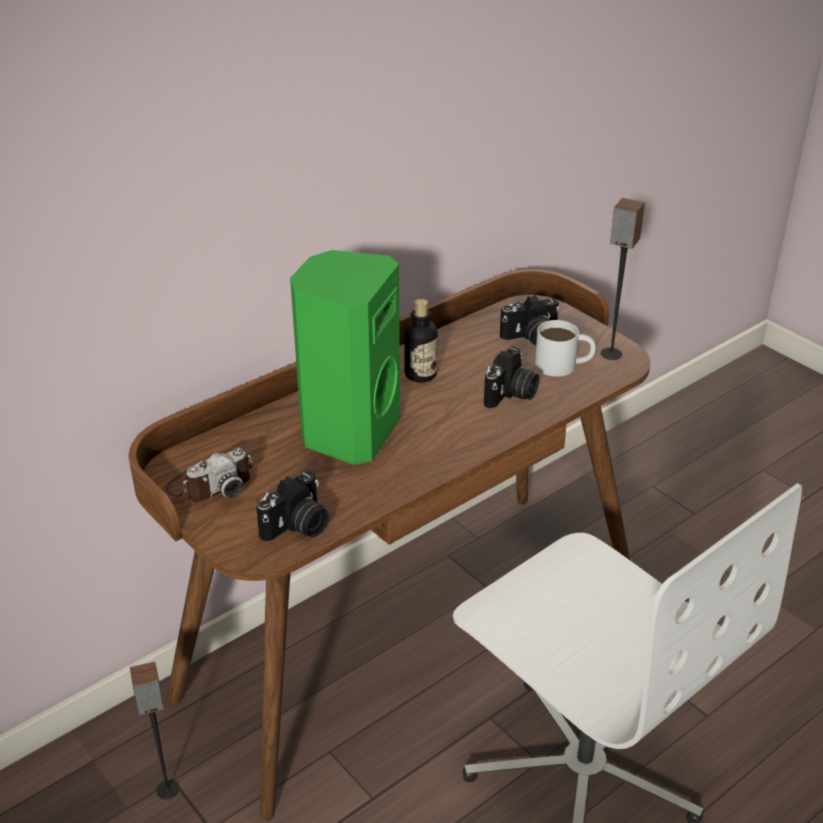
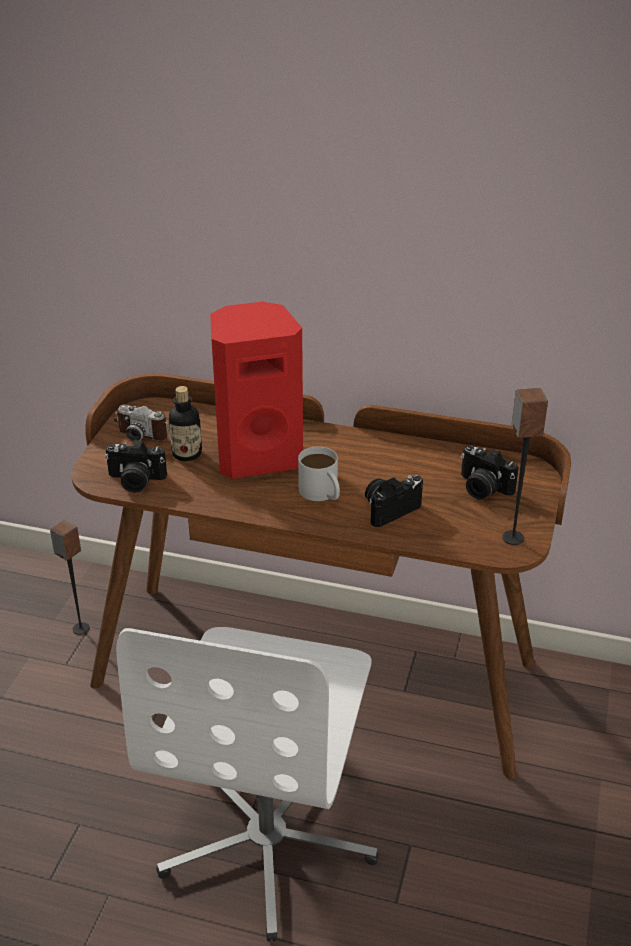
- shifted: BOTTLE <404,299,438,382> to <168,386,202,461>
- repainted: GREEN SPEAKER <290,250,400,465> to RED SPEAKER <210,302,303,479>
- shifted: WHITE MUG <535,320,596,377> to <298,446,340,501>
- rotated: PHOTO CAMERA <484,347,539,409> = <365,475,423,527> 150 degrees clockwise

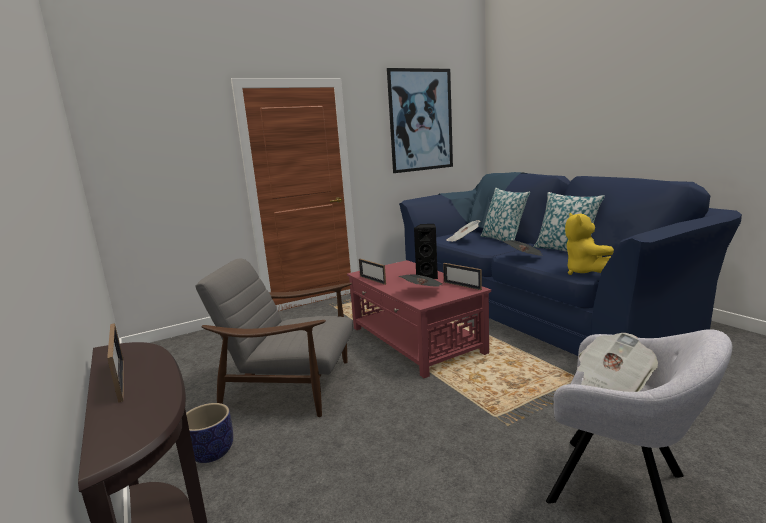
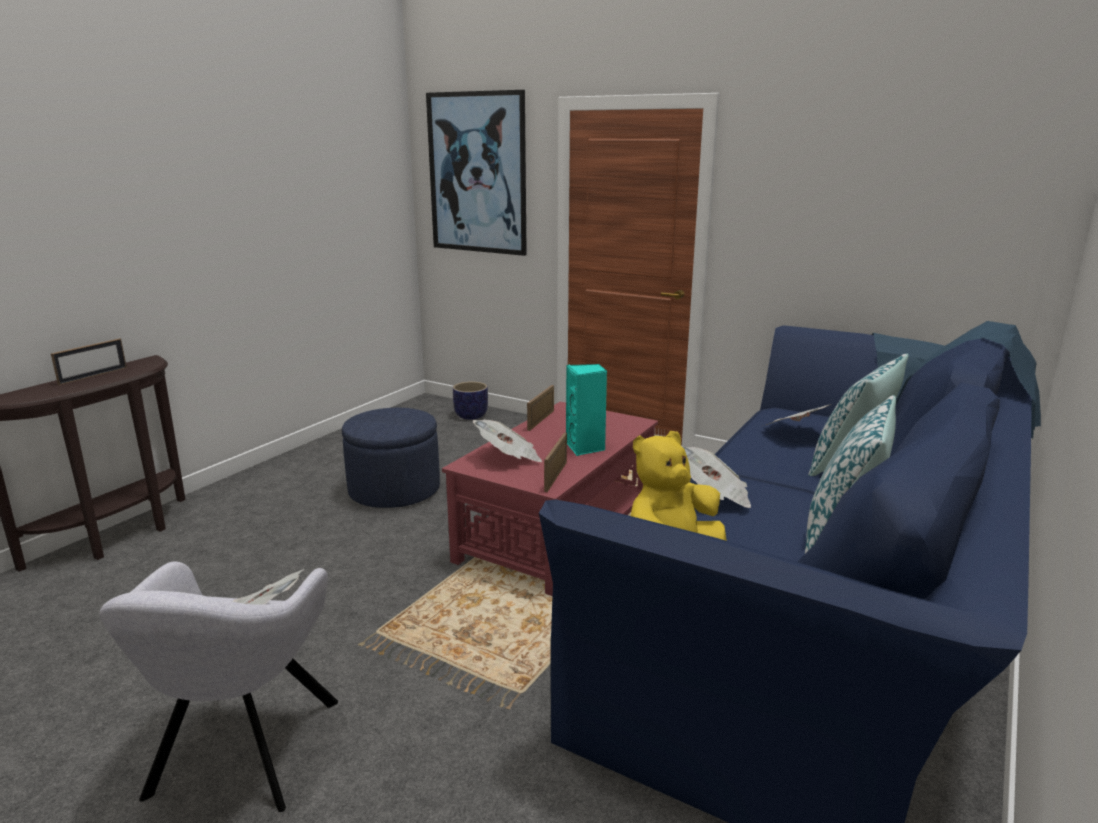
- swapped: GREY ARMCHAIR <195,259,353,417> to BLUE OTTOMAN <342,408,440,508>
- shifted: PICTURE <387,68,453,173> to <426,90,527,256>
- shifted: PLANTER <186,403,233,463> to <453,381,488,420>
- repainted: BLACK SPEAKER <414,224,438,279> to TURQUOISE SPEAKER <566,364,608,456>

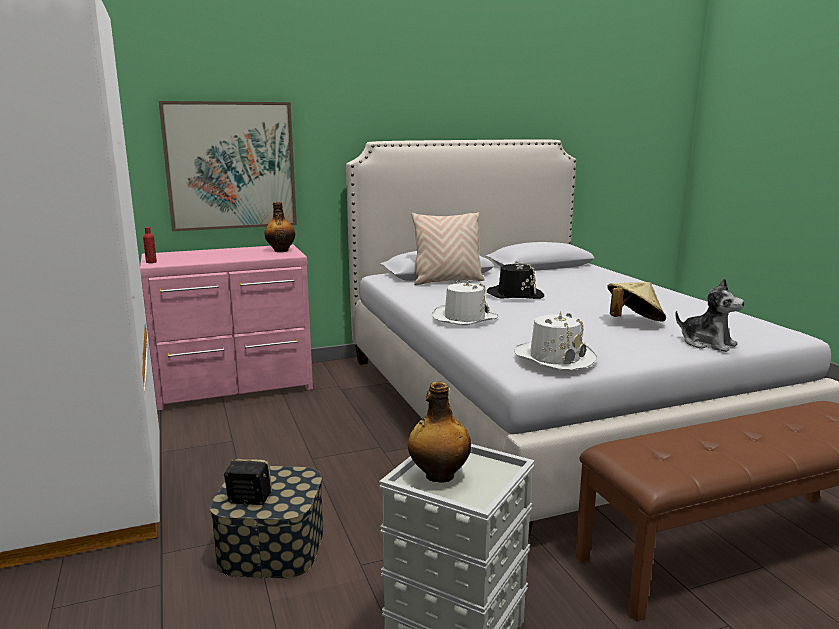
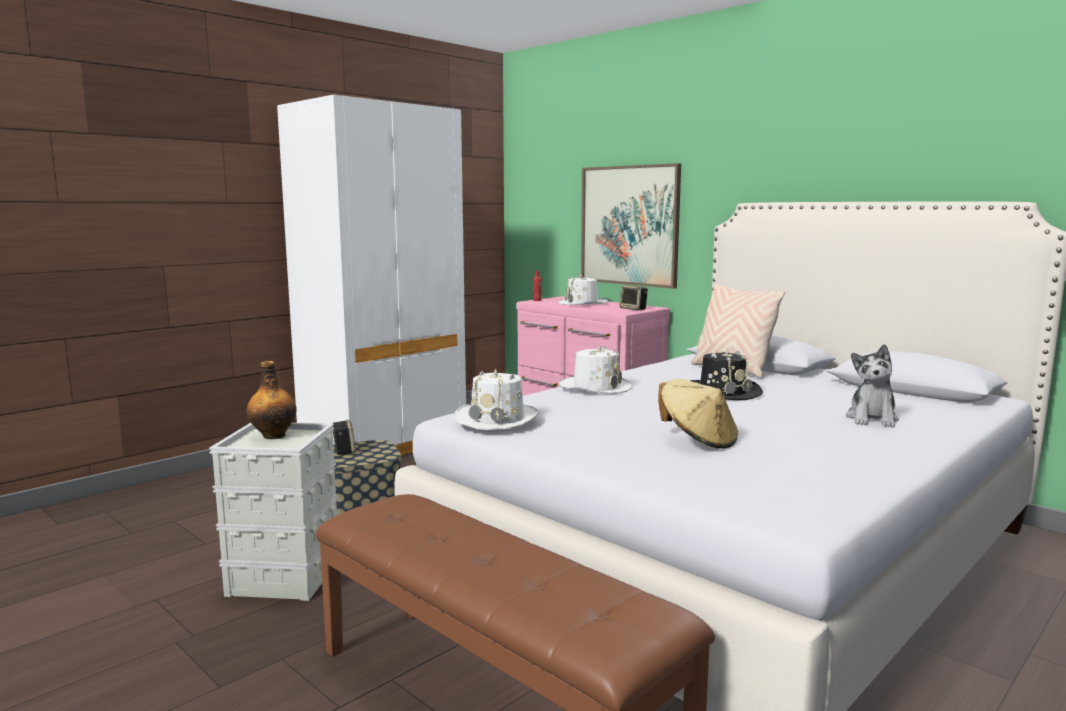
- new: WHITE HAT <558,274,608,305>
- swapped: BOTTLE <264,202,295,252> to SPEAKER <620,285,648,310>
- shifted: PLUSH TOY <675,278,745,352> to <846,344,899,427>

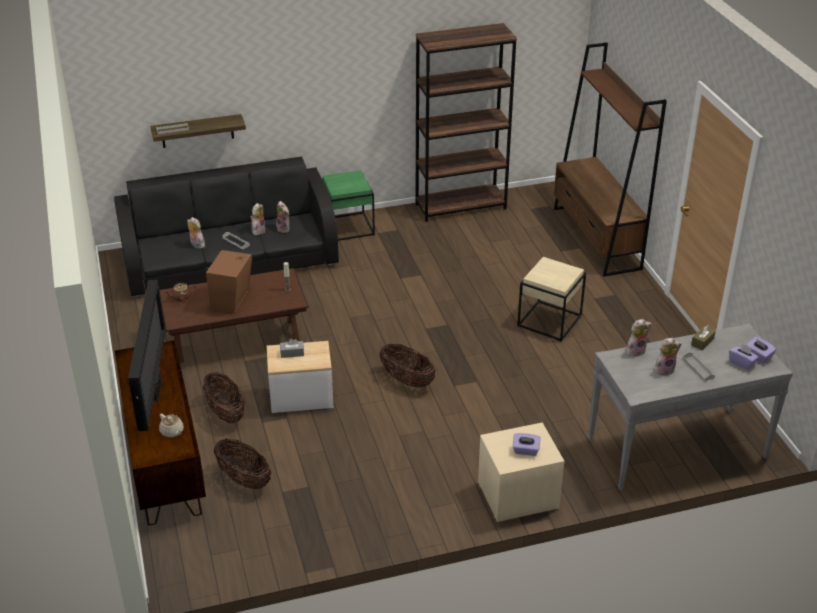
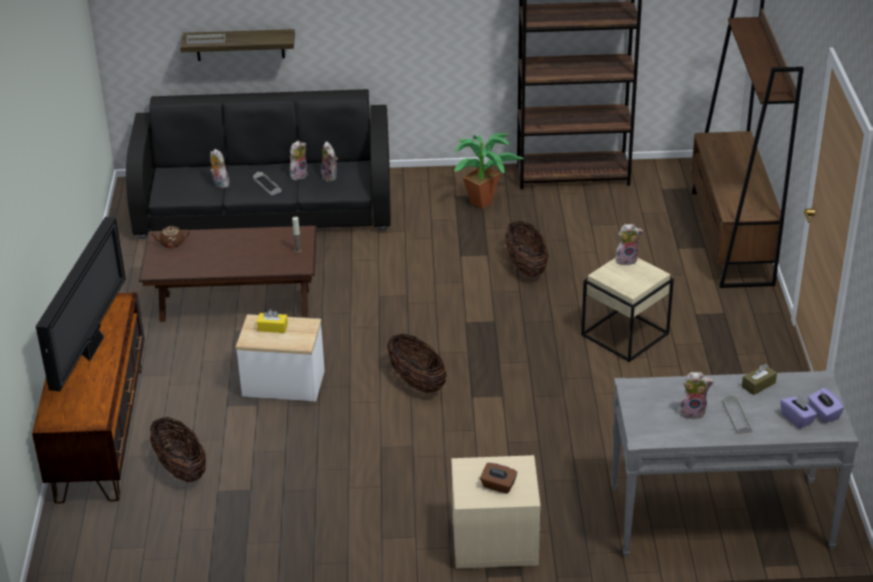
- repainted: GREY TISSUE BOX <280,338,304,358> to YELLOW TISSUE BOX <257,309,288,333>
- new: POTTED PLANT <454,133,524,209>
- repainted: PURPLE TISSUE BOX <513,433,541,456> to BROWN TISSUE BOX <480,463,517,494>
- shifted: BASKET <203,372,245,423> to <505,221,549,277>
- shifted: PLUSH TOY <627,319,651,356> to <615,224,643,265>
- gone: BEIGE TEAPOT <159,414,184,437>
- gone: BROWN SPEAKER <206,250,252,314>
- gone: GREEN SIDE TABLE <322,170,375,241>

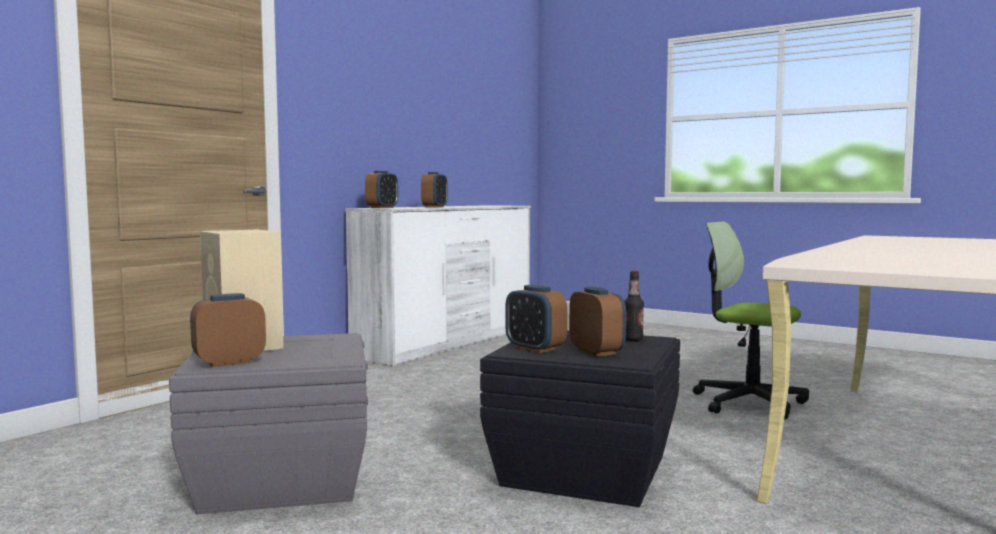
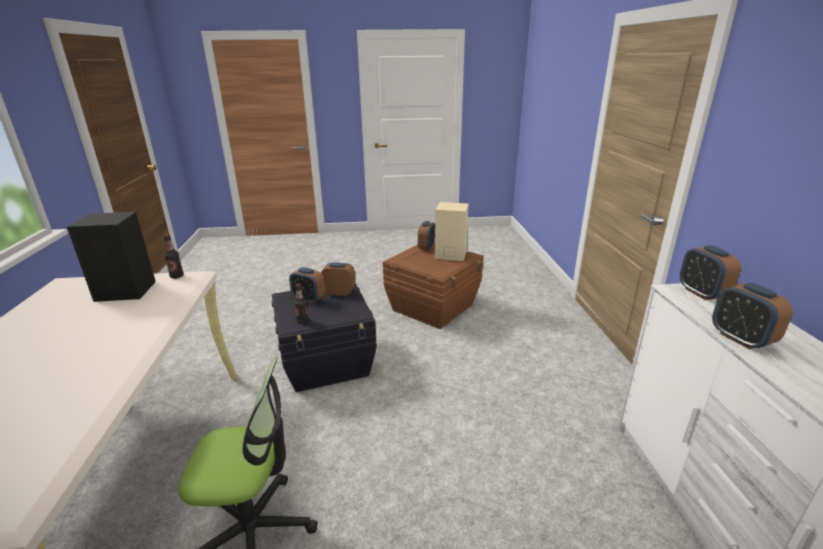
- new: BLACK SPEAKER <67,212,156,302>
- new: BOTTLE <163,234,184,279>
- repainted: GREY STORAGE BOX <169,333,368,514> to BROWN STORAGE BOX <383,243,483,329>

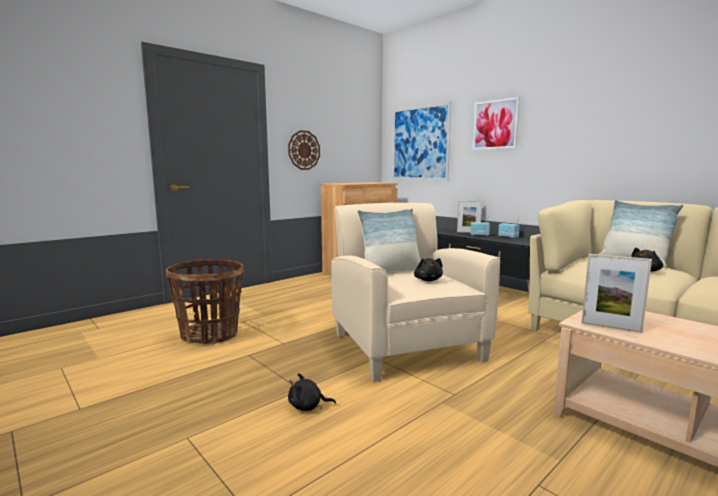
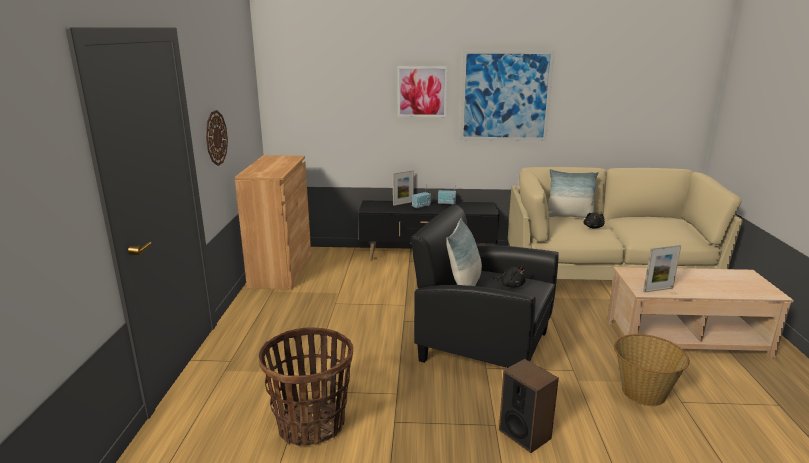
- repainted: BEIGE ARMCHAIR <331,203,500,382> to BLACK ARMCHAIR <410,205,559,368>
- shifted: PICTURE <392,101,451,181> to <460,50,555,141>
- swapped: BLACK PLUSH TOY <288,373,336,411> to SPEAKER <499,359,559,453>
- new: BASKET <614,334,690,406>

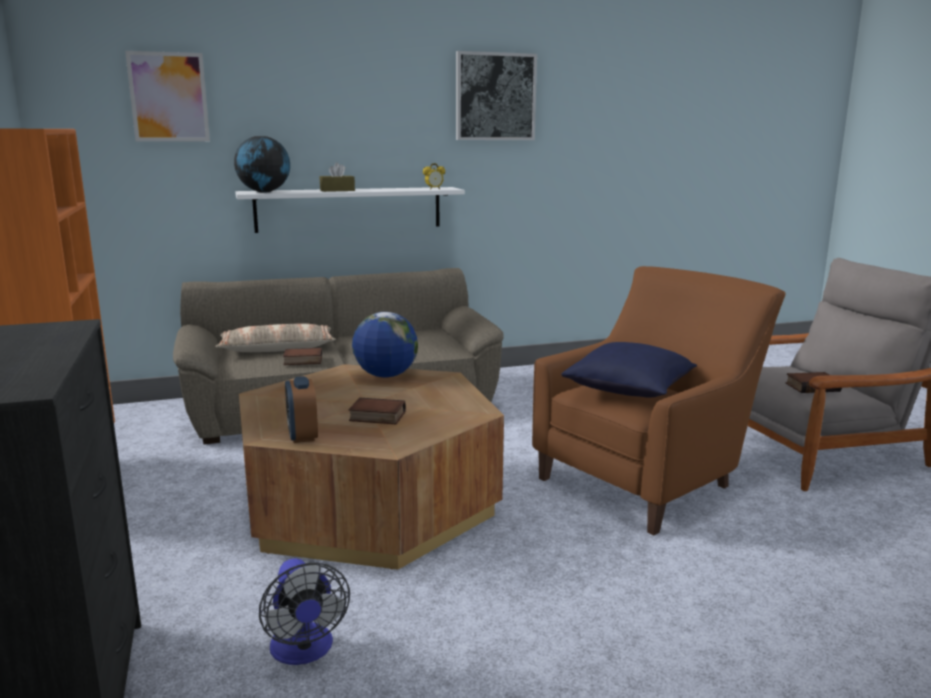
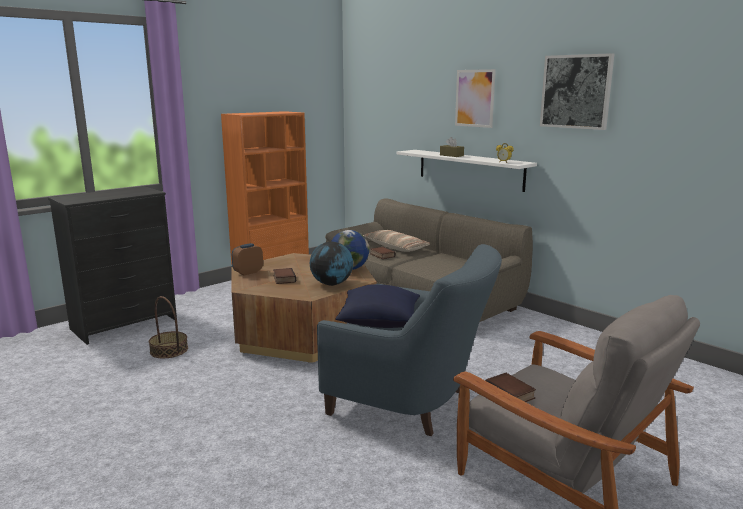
- swapped: FAN <259,558,350,665> to BASKET <149,296,188,358>
- shifted: GLOBE <234,136,290,192> to <310,242,353,286>
- repainted: BROWN ARMCHAIR <532,266,785,536> to BLUE ARMCHAIR <317,244,502,436>
- shifted: PICTURE <125,51,210,141> to <455,69,496,128>

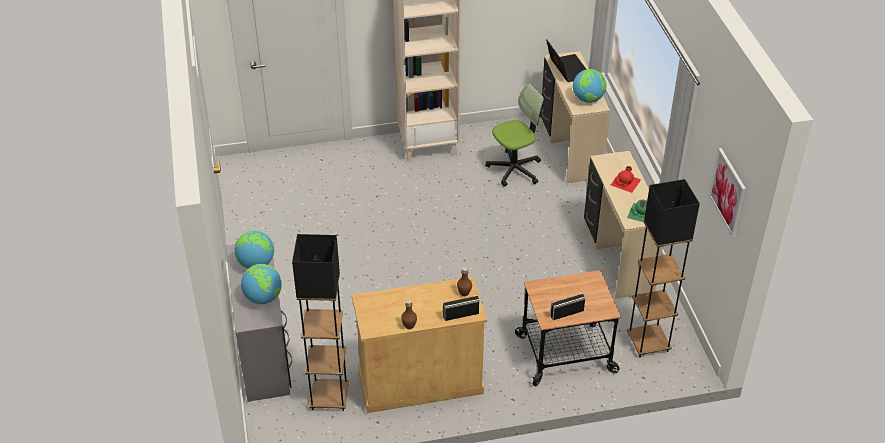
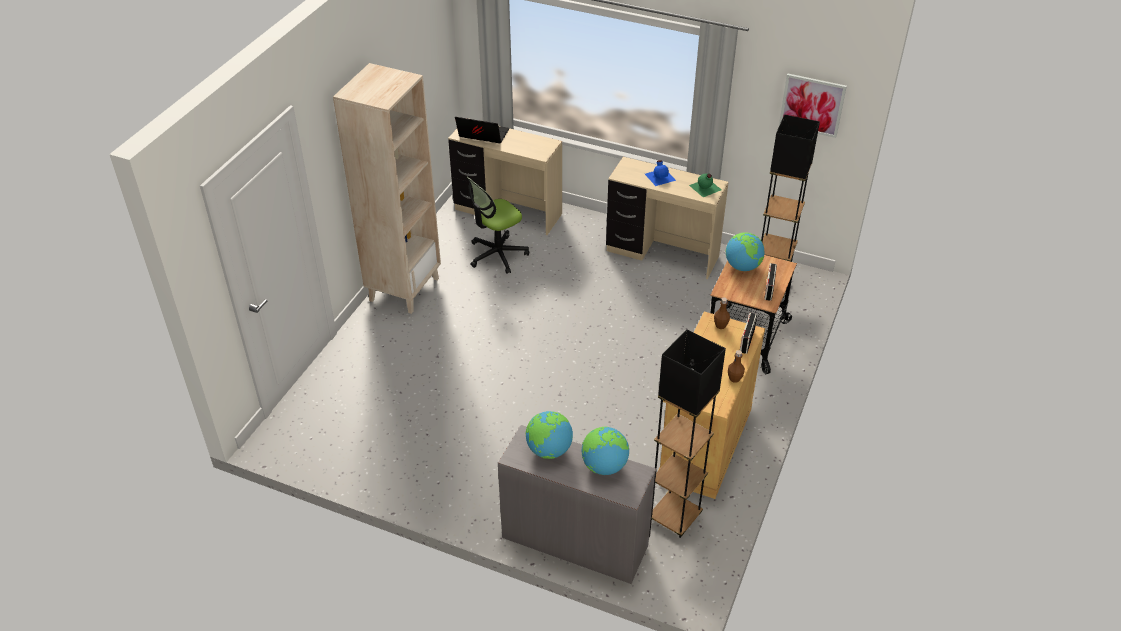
- rotated: OFFICE CHAIR <485,84,544,187> = <467,177,529,274> 135 degrees counterclockwise
- repainted: RED BOTTLE <611,166,641,193> to BLUE BOTTLE <645,160,676,186>
- shifted: GLOBE <573,69,606,103> to <725,232,764,271>

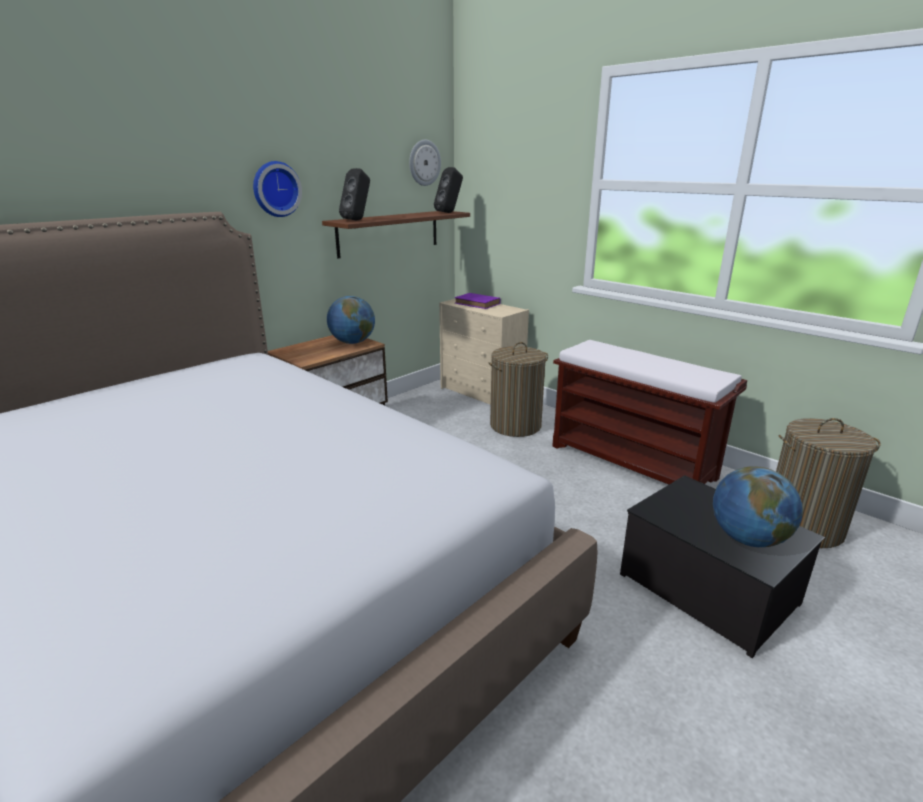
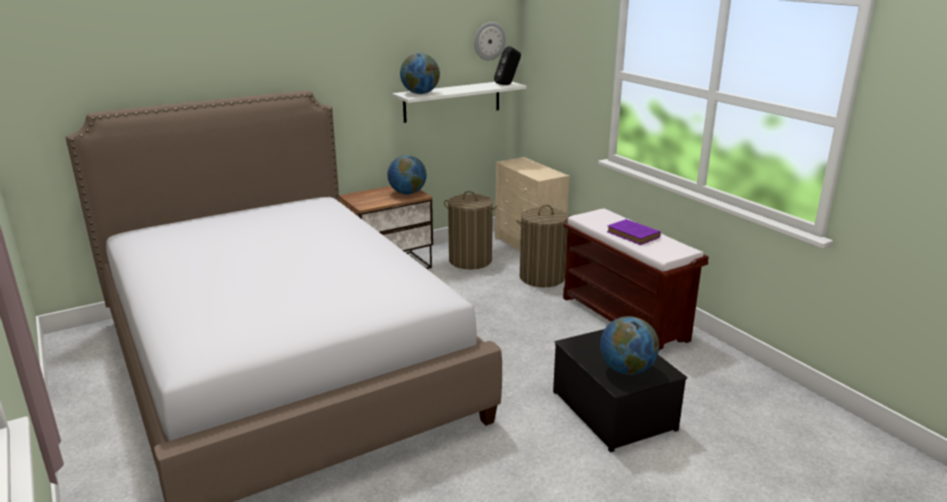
- repainted: BROWN SHELF <322,211,470,258> to WHITE SHELF <392,82,526,123>
- swapped: BLACK SPEAKER <339,168,370,220> to GLOBE <400,53,440,94>
- shifted: LAUNDRY BASKET <776,418,881,548> to <444,191,498,269>
- shifted: PURPLE BOOK <455,293,501,309> to <607,219,661,245>
- gone: WALL CLOCK <253,161,302,217>

